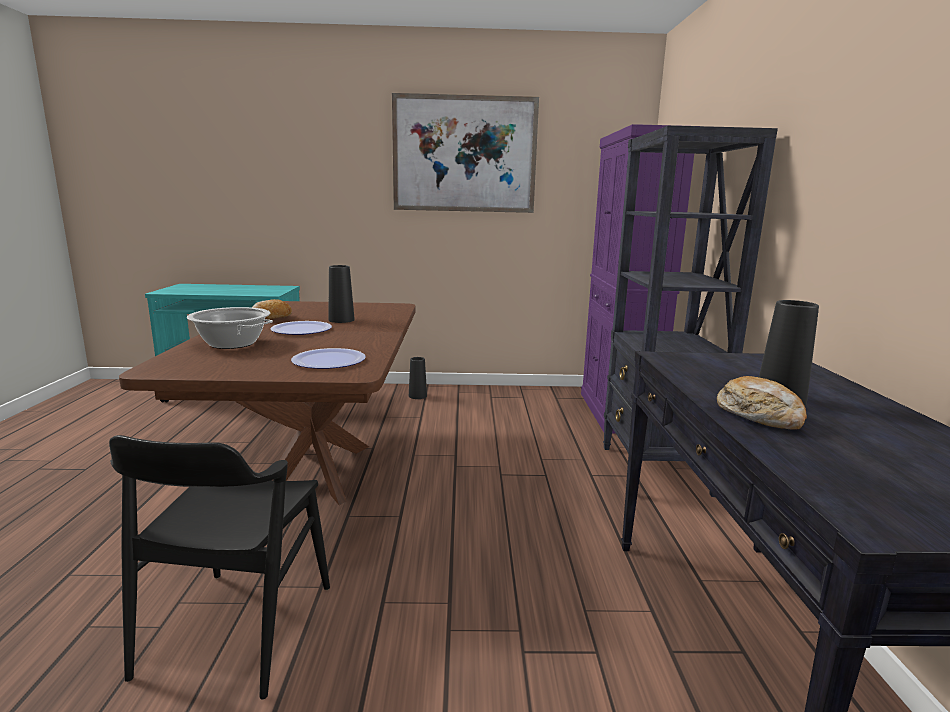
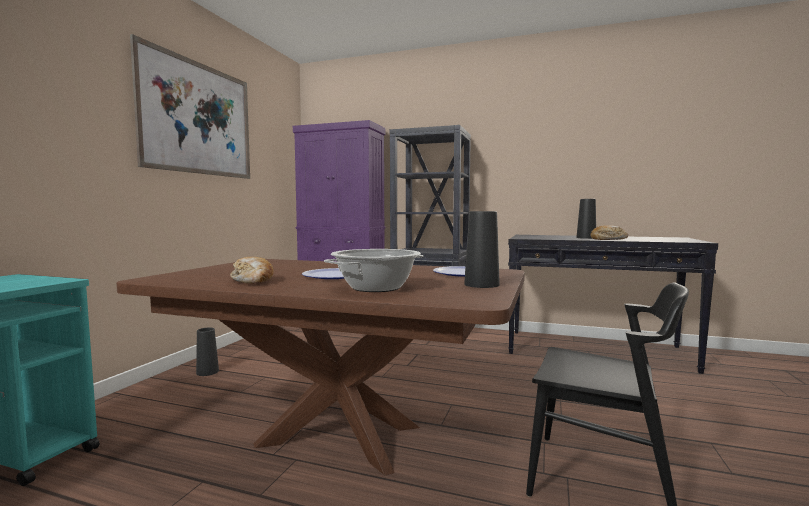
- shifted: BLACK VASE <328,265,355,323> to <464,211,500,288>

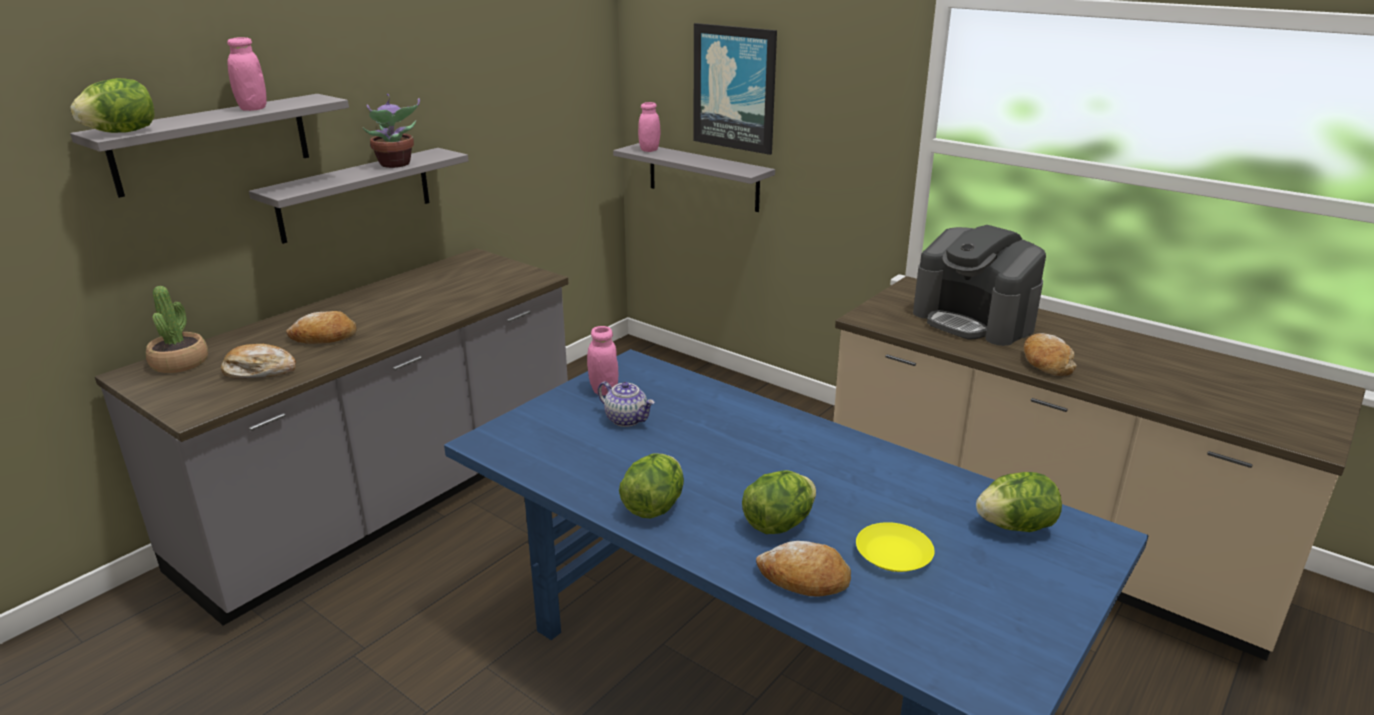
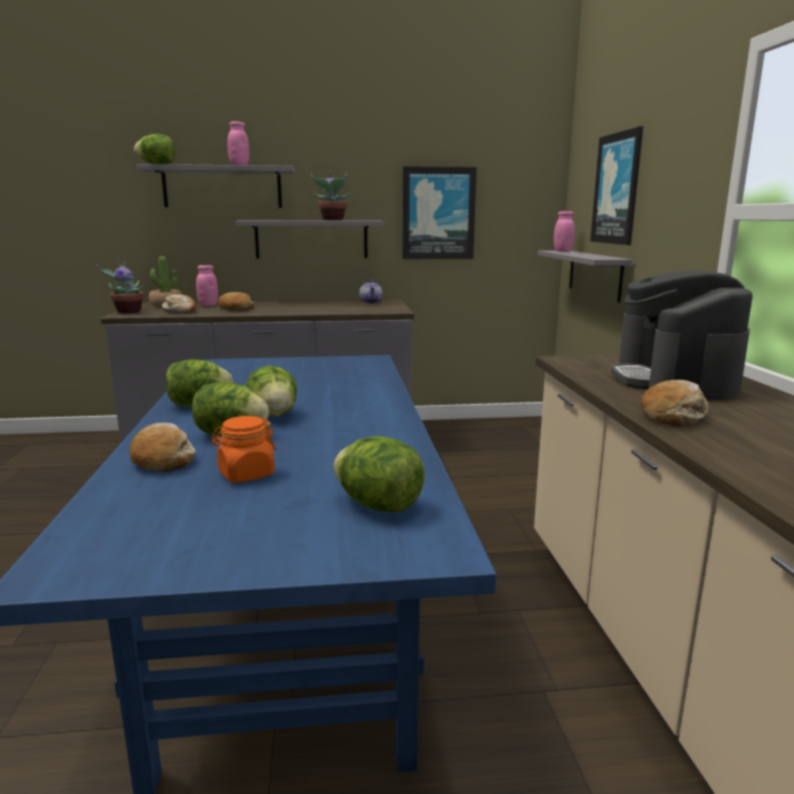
- new: POTTED PLANT <97,260,144,313>
- shifted: PINK JAR <587,326,618,396> to <196,265,218,306>
- swapped: YELLOW PLATE <856,522,935,572> to ORANGE JAR <211,416,276,483>
- new: LETTUCE <246,366,297,417>
- shifted: TEAPOT <598,381,655,427> to <359,279,383,304>
- new: PICTURE <402,166,477,259>

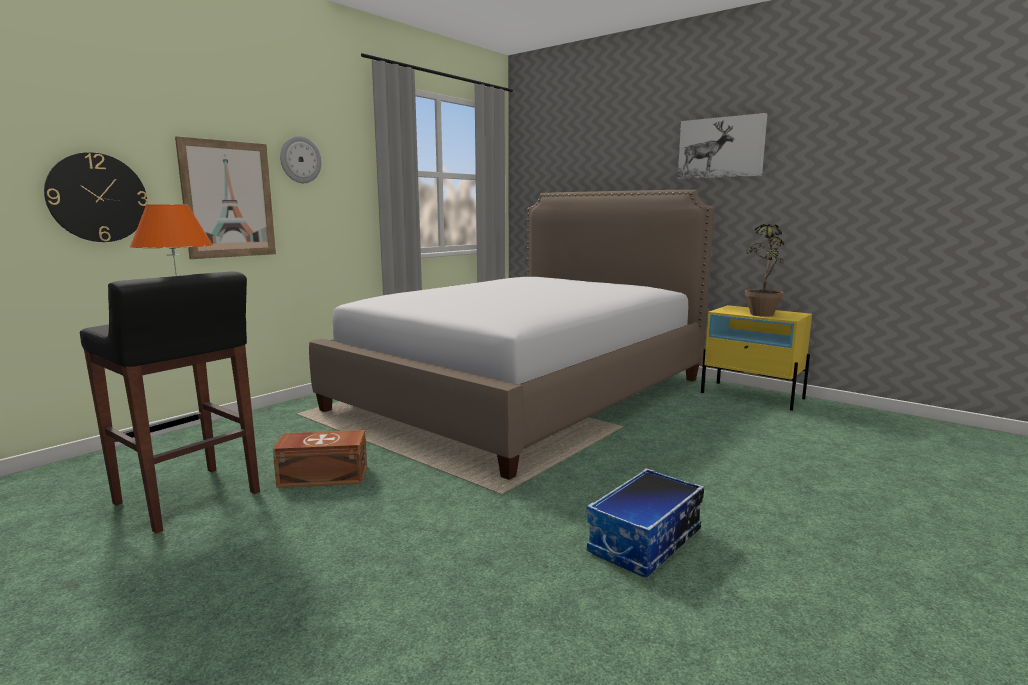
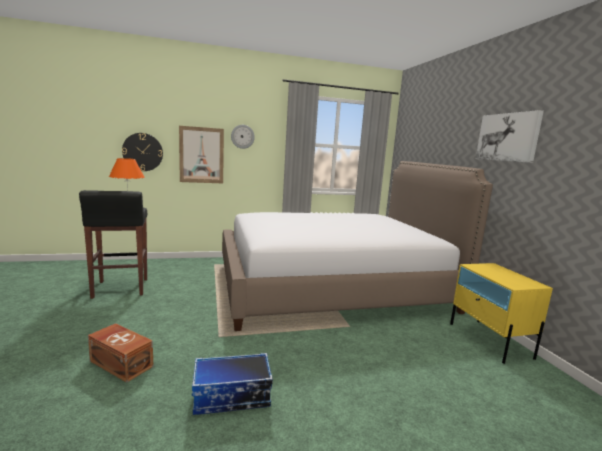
- shifted: BROWN STORAGE BOX <273,430,367,488> to <88,323,153,383>
- gone: POTTED PLANT <745,224,784,317>

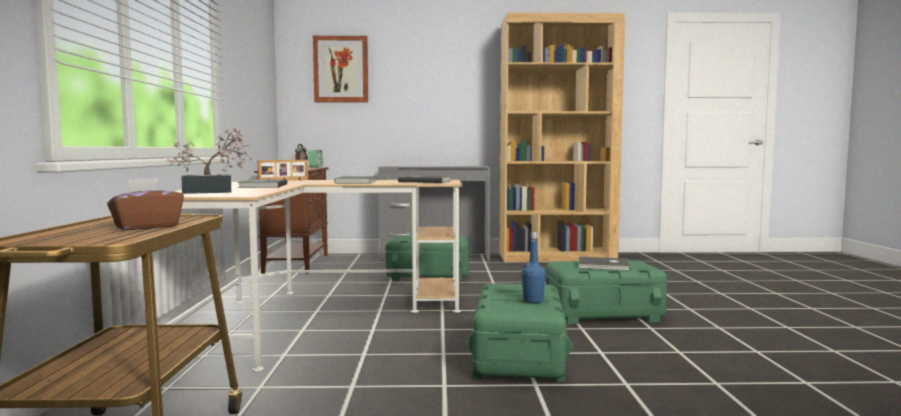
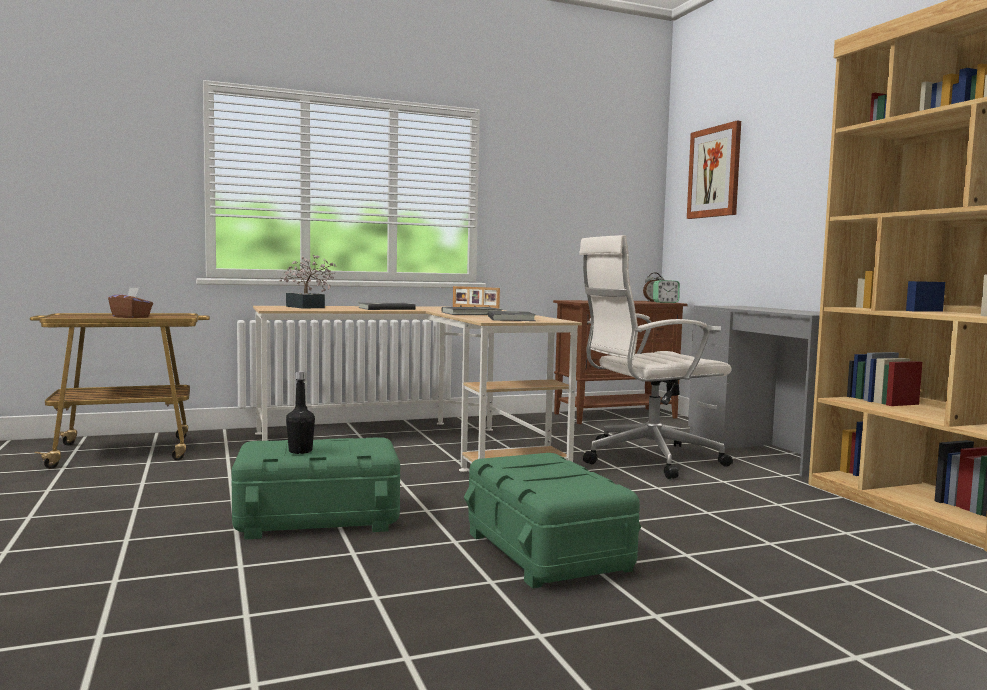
- repainted: BLUE BOTTLE <522,232,546,303> to BLACK BOTTLE <286,371,315,454>
- swapped: GREEN STORAGE BOX <386,235,469,281> to WHITE OFFICE CHAIR <579,235,733,479>
- gone: GREY BOOK <579,257,630,271>

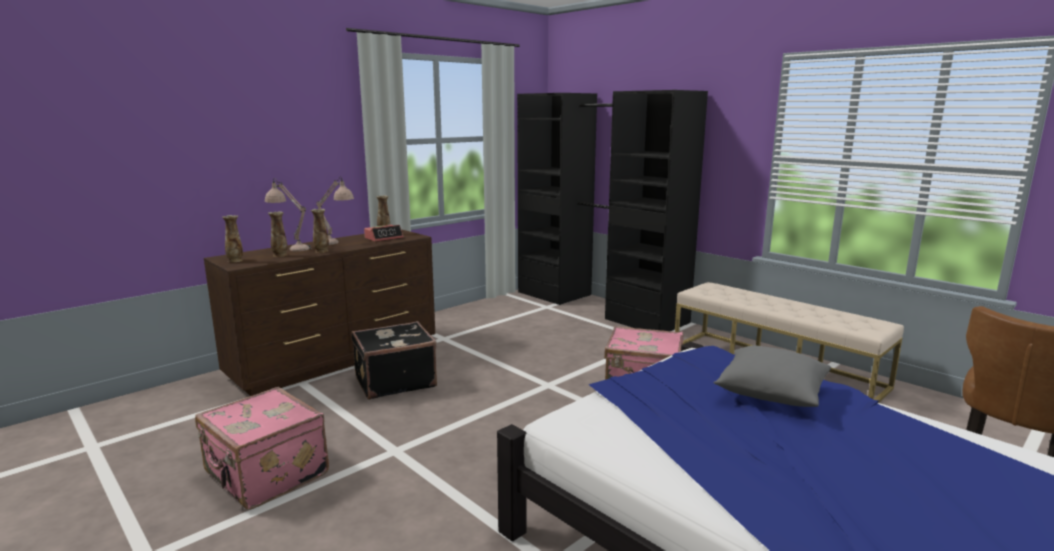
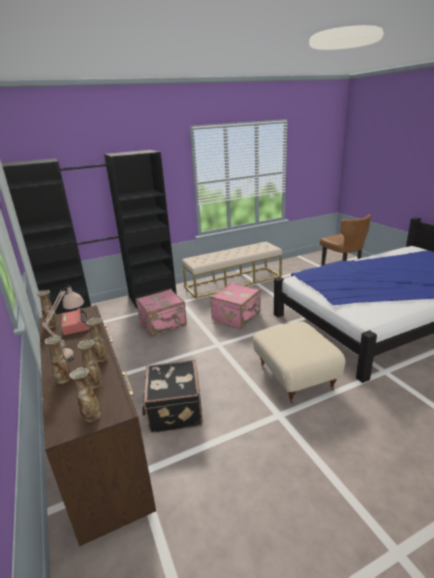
- swapped: BEIGE TABLE LAMP <265,178,312,251> to VASE <45,335,70,384>
- shifted: PINK SUITCASE <195,387,329,509> to <135,289,187,336>
- new: BEIGE OTTOMAN <253,321,345,404>
- gone: GREY PILLOW <714,345,831,407>

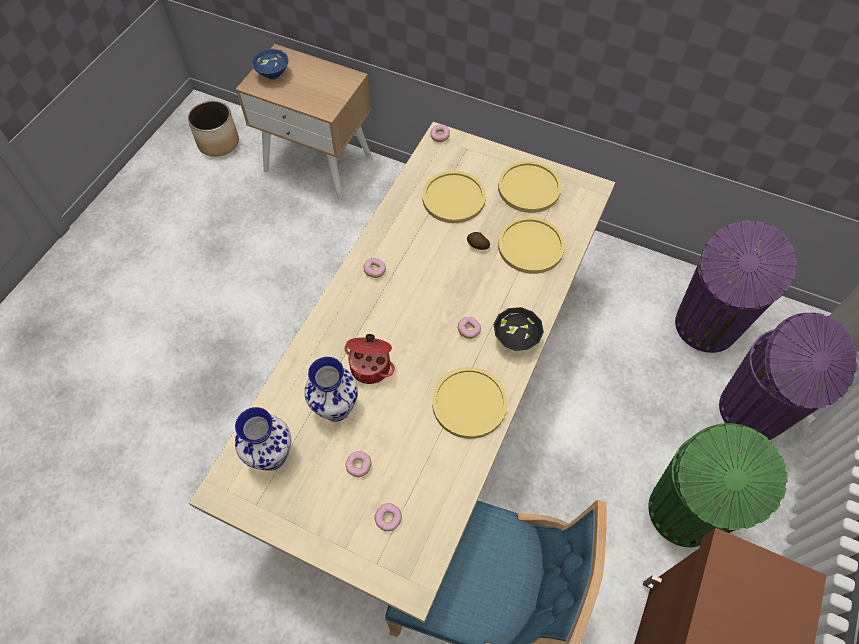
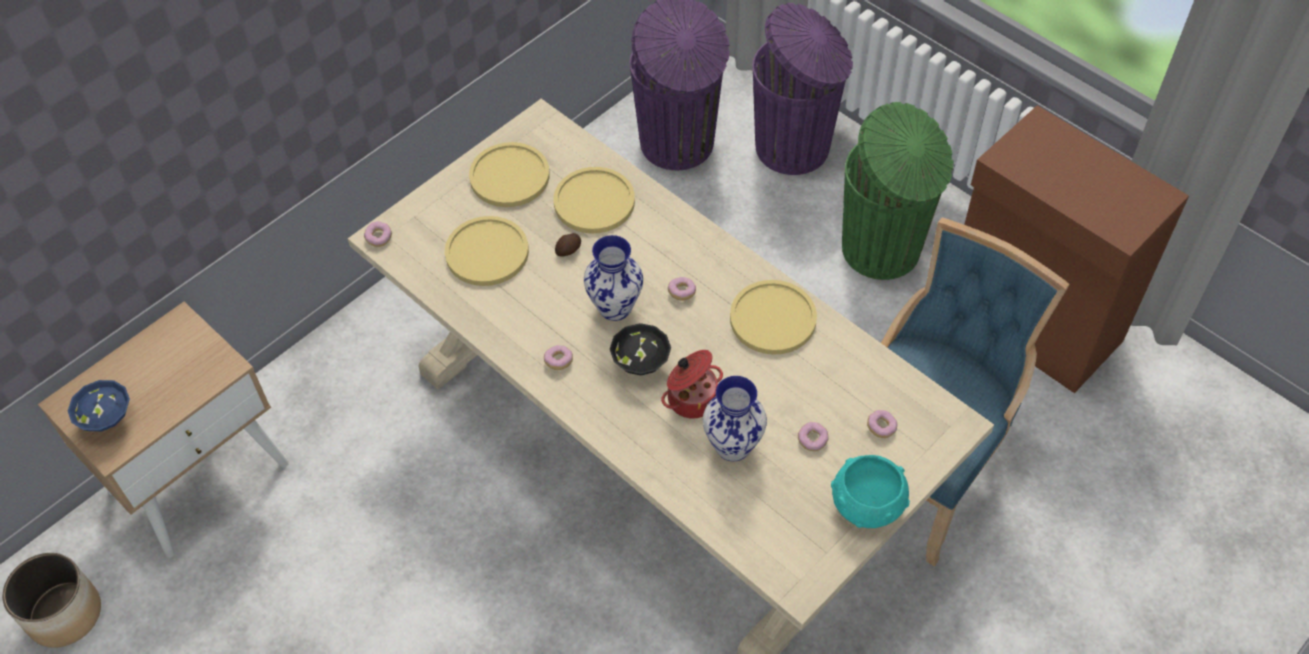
- shifted: VASE <235,407,292,471> to <584,235,643,321>
- shifted: BLACK BOWL <494,307,544,351> to <610,323,671,375>
- new: TURQUOISE BOWL <831,455,910,528>

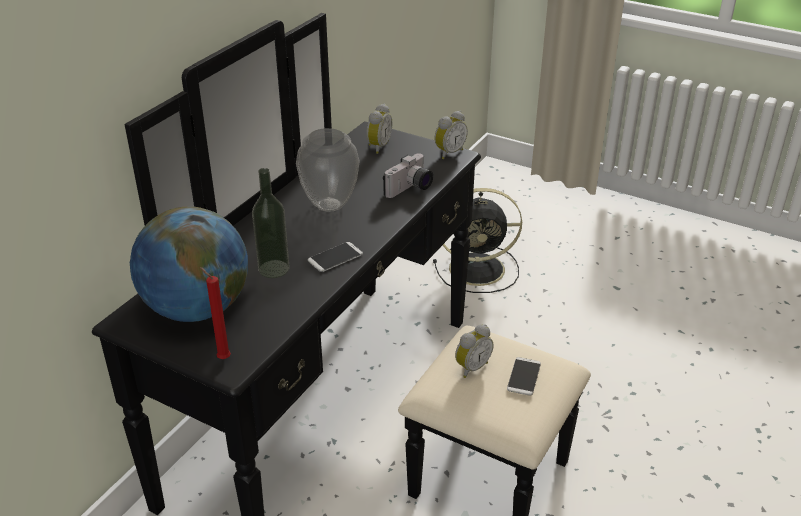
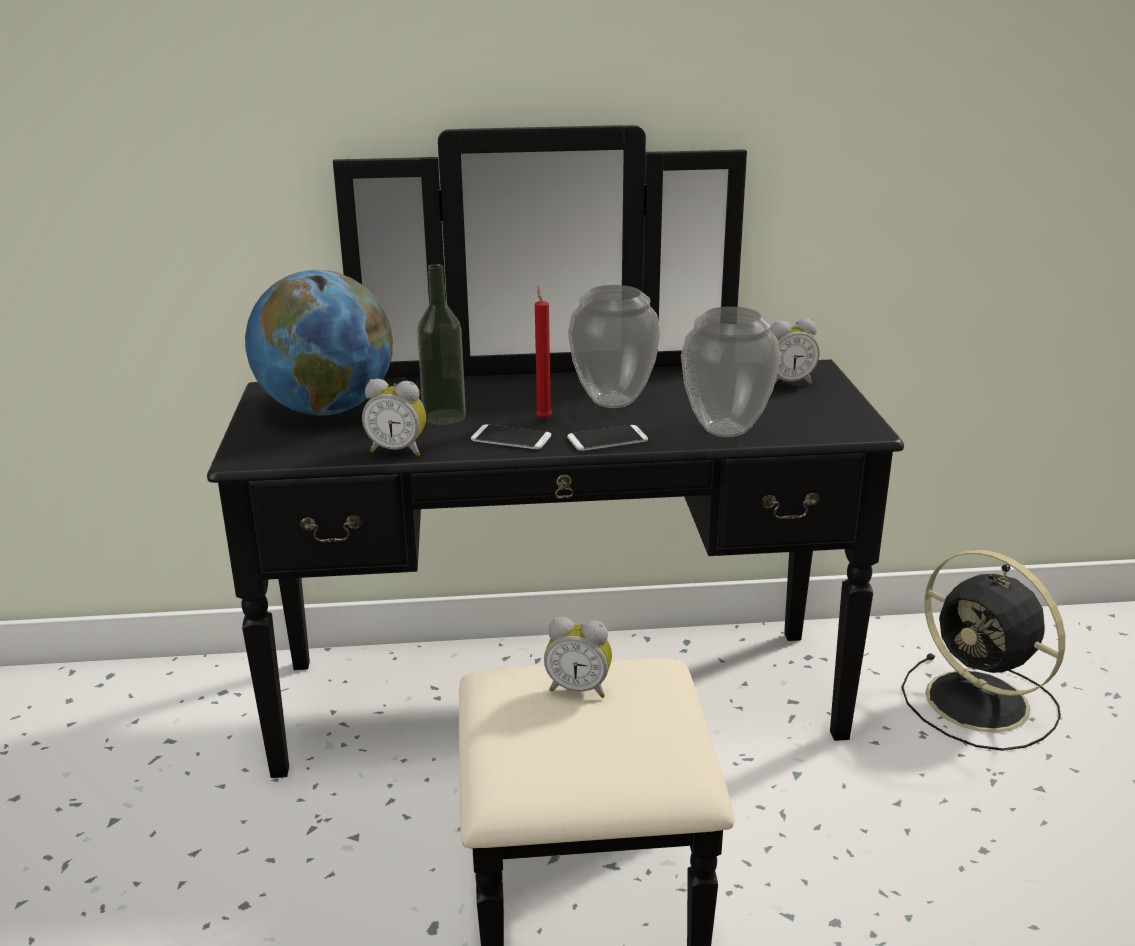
- shifted: ALARM CLOCK <435,111,468,159> to <362,379,426,456>
- shifted: RED CANDLE <200,267,231,359> to <535,285,552,420>
- shifted: PHONE <507,357,541,396> to <567,425,648,451>
- swapped: PHOTO CAMERA <383,153,433,198> to VASE <681,307,780,437>

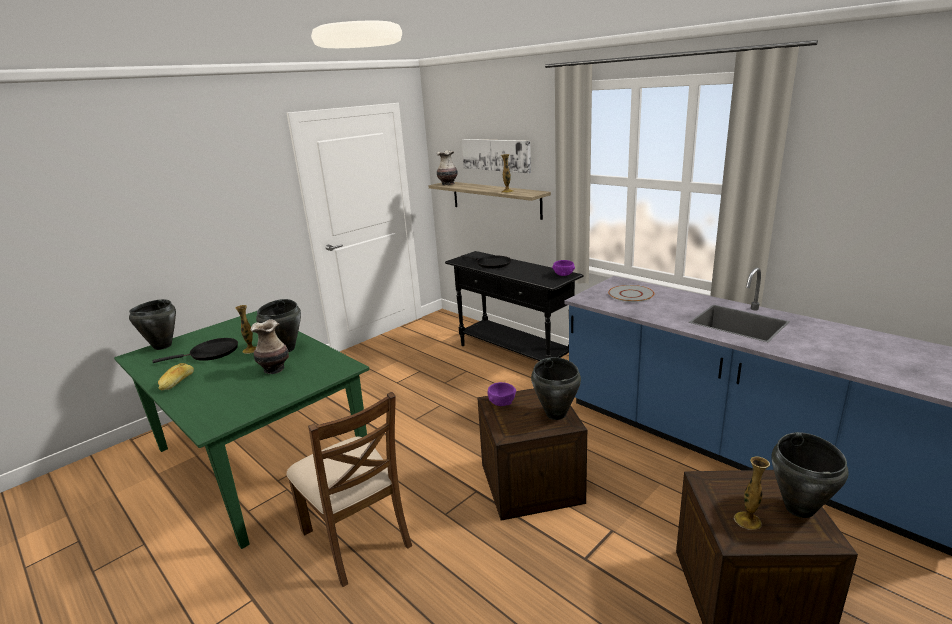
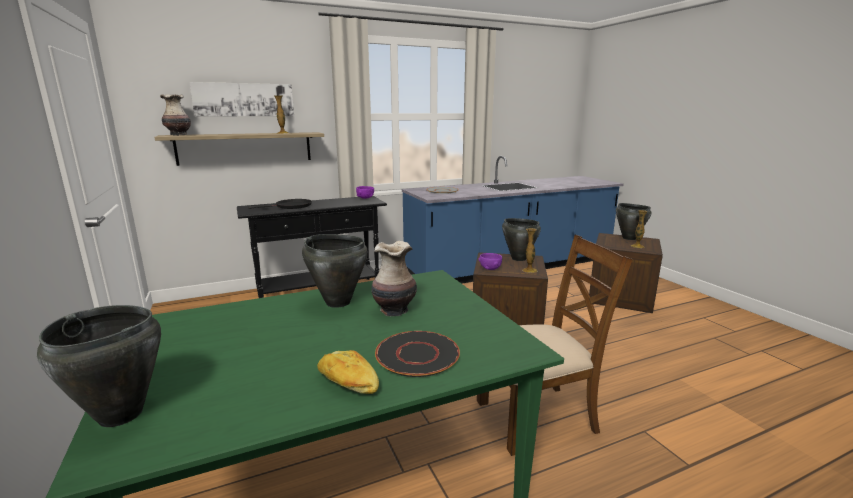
- new: BLACK PLATE <375,331,460,377>
- shifted: VASE <235,305,256,354> to <522,228,537,273>
- gone: BLACK FRYING PAN <152,338,238,363>

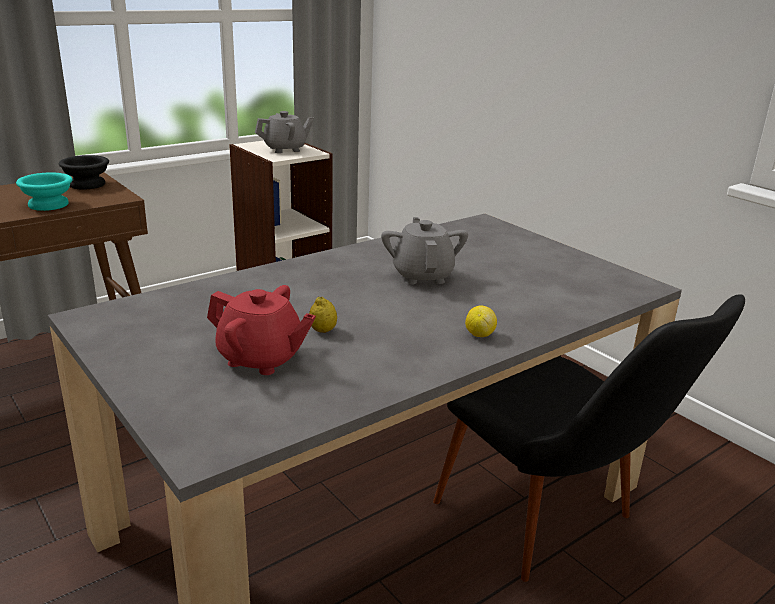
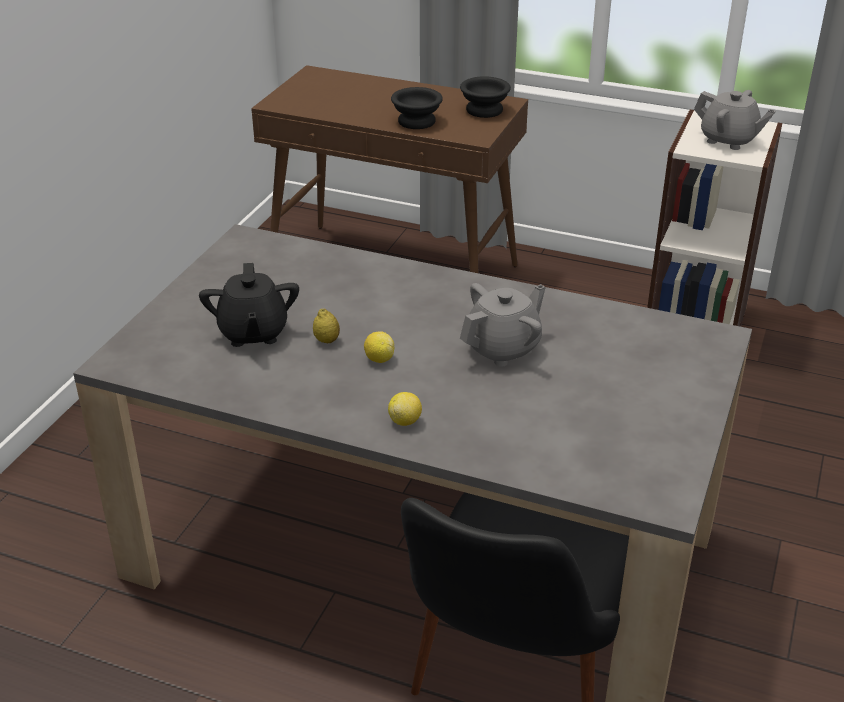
- repainted: RED TEAPOT <207,285,316,375> to BLACK TEAPOT <199,263,299,347>
- new: LEMON <364,331,394,363>
- repainted: TURQUOISE BOWL <16,172,72,211> to BLACK BOWL <391,87,443,129>

